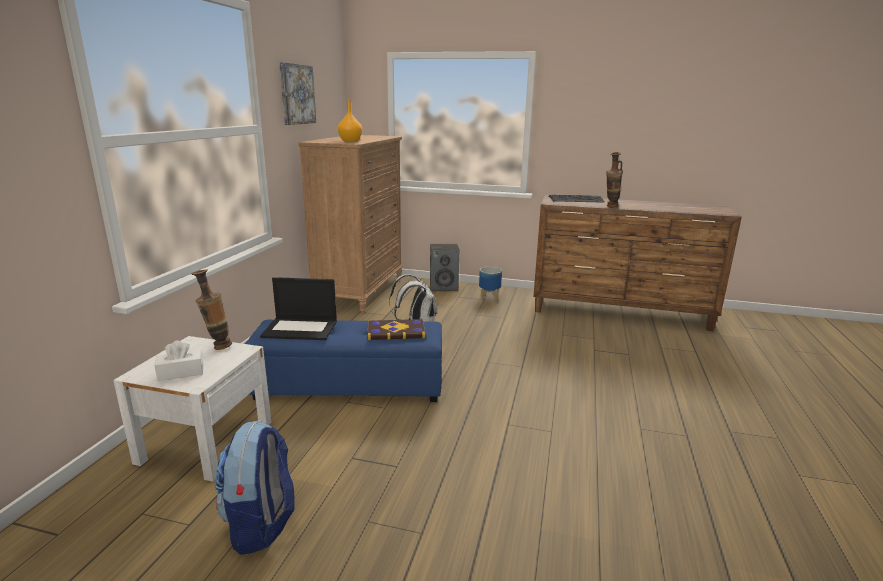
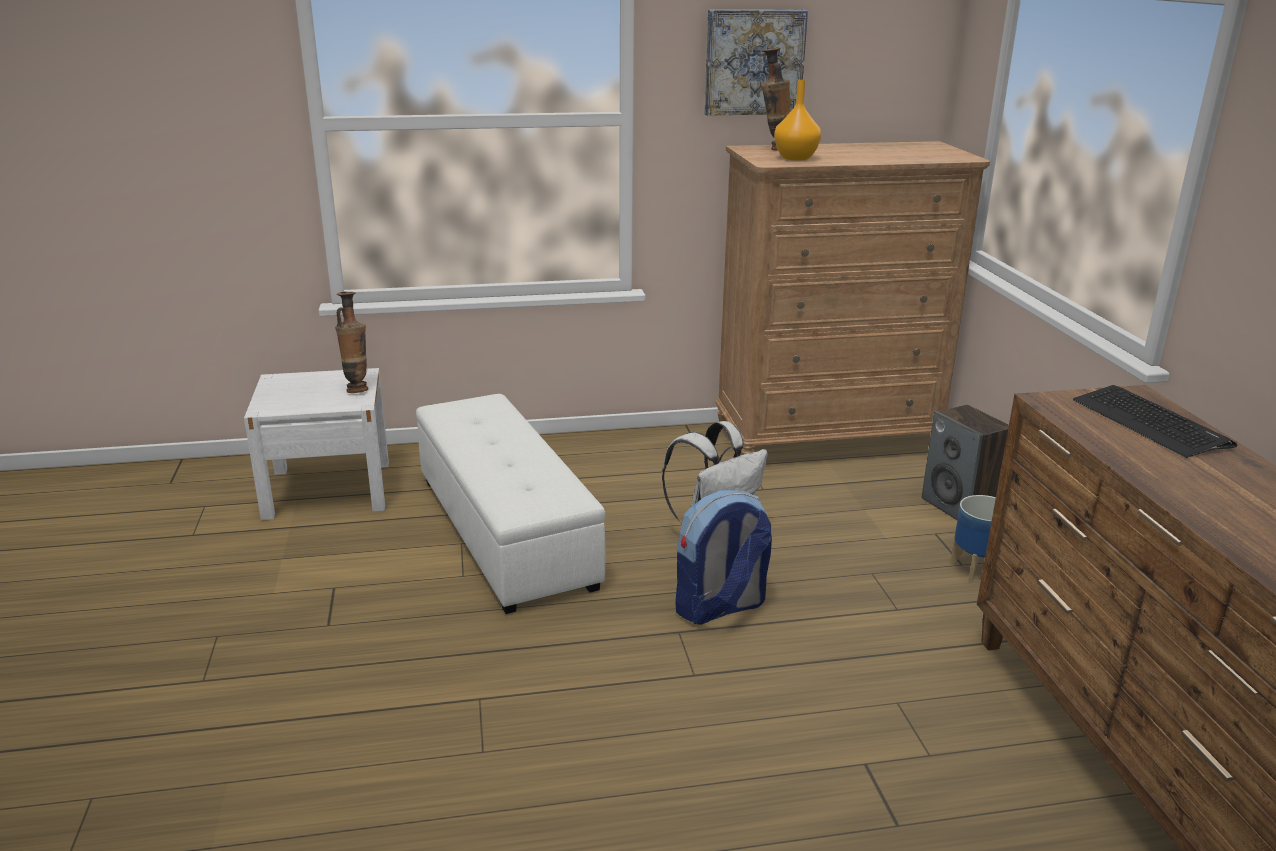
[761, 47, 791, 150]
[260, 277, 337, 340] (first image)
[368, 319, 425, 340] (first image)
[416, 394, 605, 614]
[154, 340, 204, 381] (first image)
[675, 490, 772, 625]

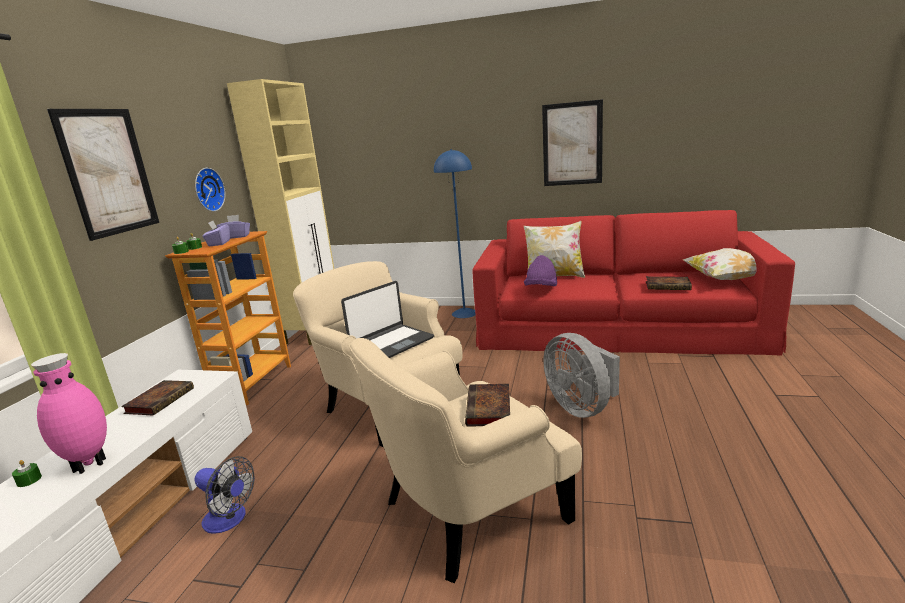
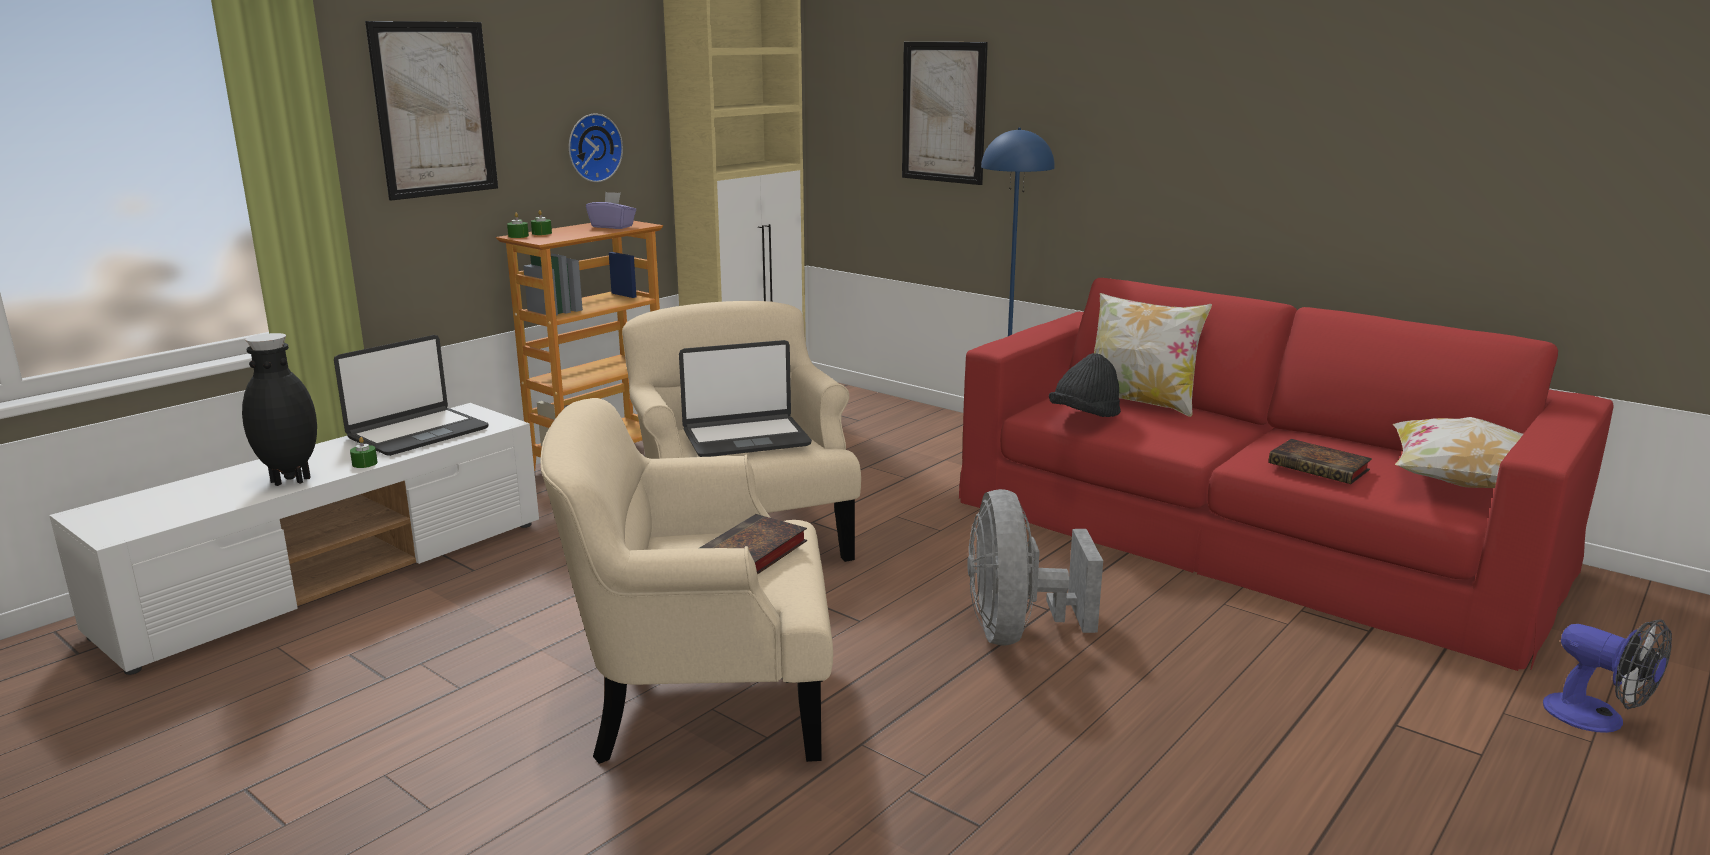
[902, 42, 988, 185]
[203, 221, 230, 246] (first image)
[1049, 353, 1121, 417]
[242, 333, 317, 486]
[334, 335, 489, 456]
[1543, 619, 1672, 733]
[350, 437, 378, 468]

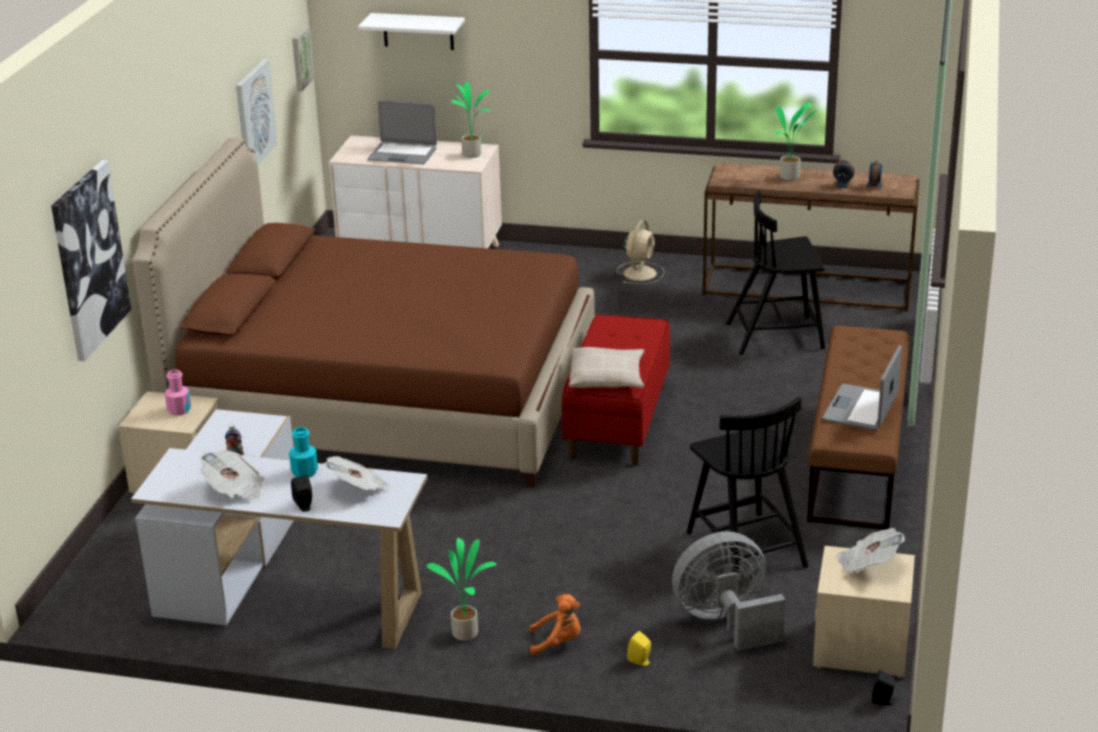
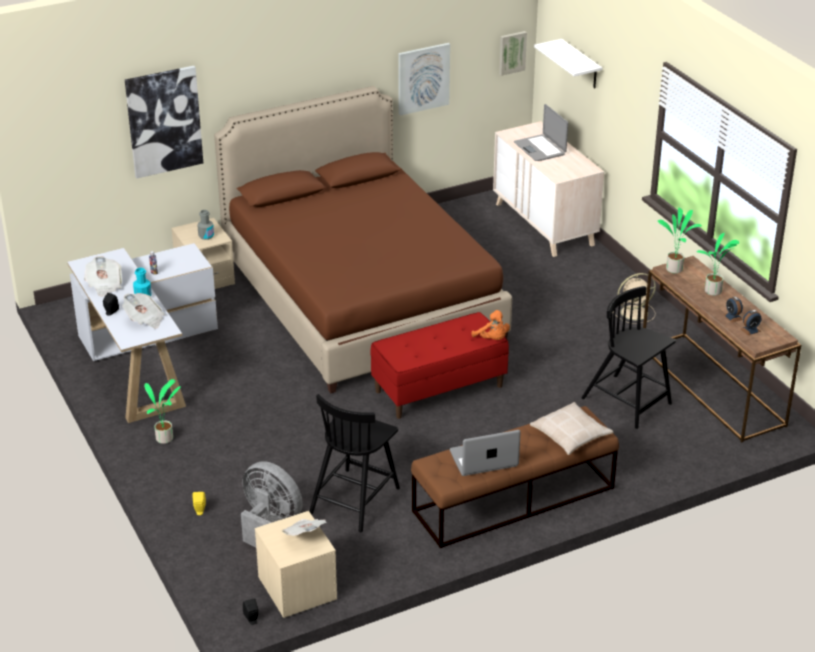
[658, 207, 702, 273]
[530, 402, 614, 455]
[197, 210, 214, 240]
[471, 310, 510, 340]

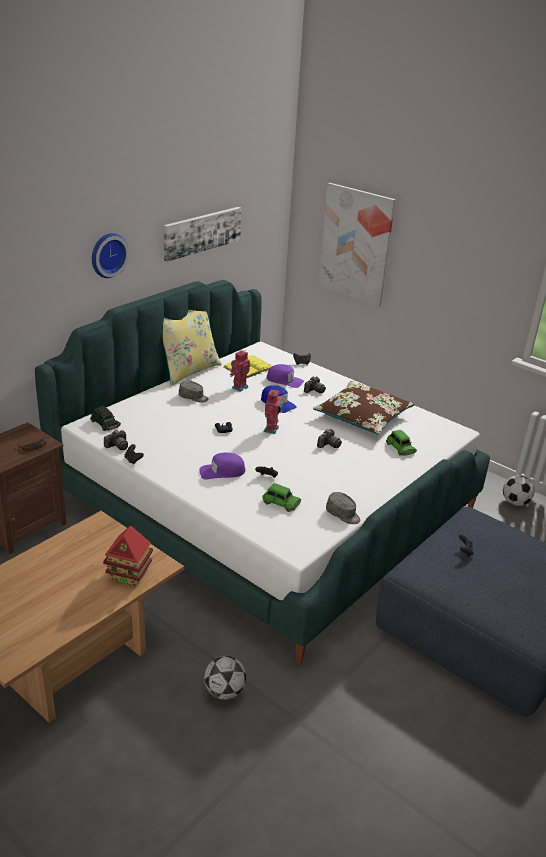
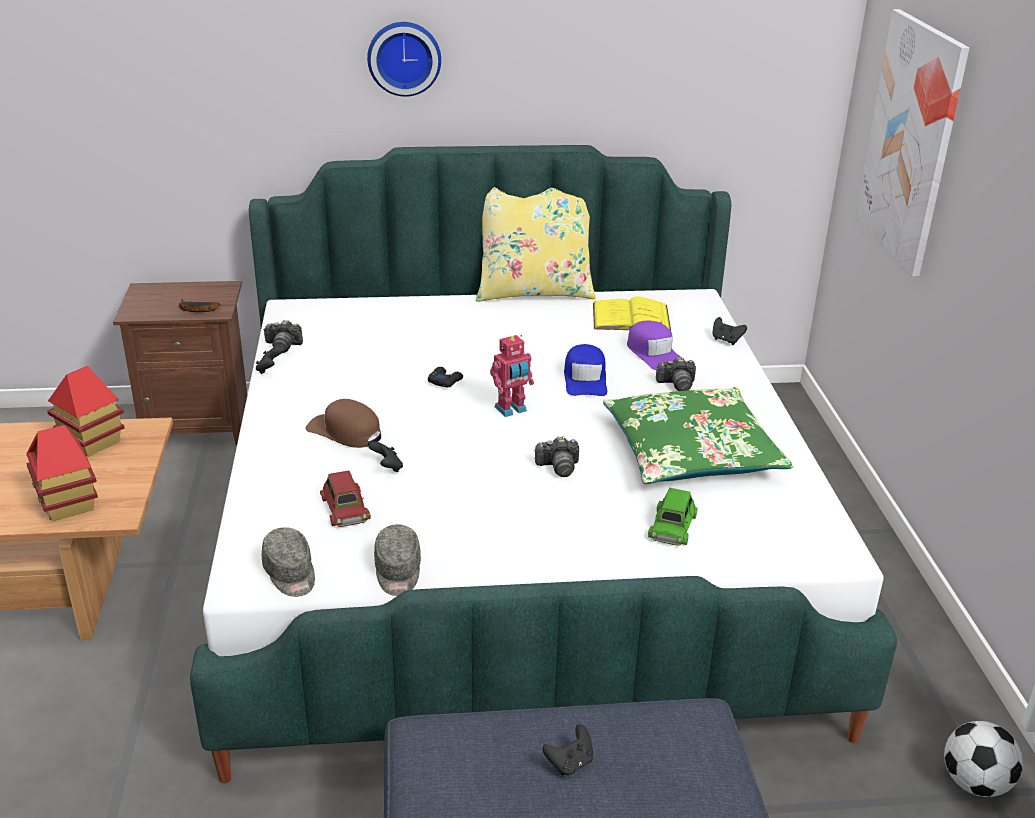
[163, 207, 241, 262] (first image)
[230, 350, 250, 392] (first image)
[262, 527, 315, 597]
[603, 387, 793, 484]
[90, 406, 121, 431] (first image)
[305, 399, 381, 448]
[320, 470, 371, 527]
[204, 656, 246, 700] (first image)
[47, 366, 125, 457]

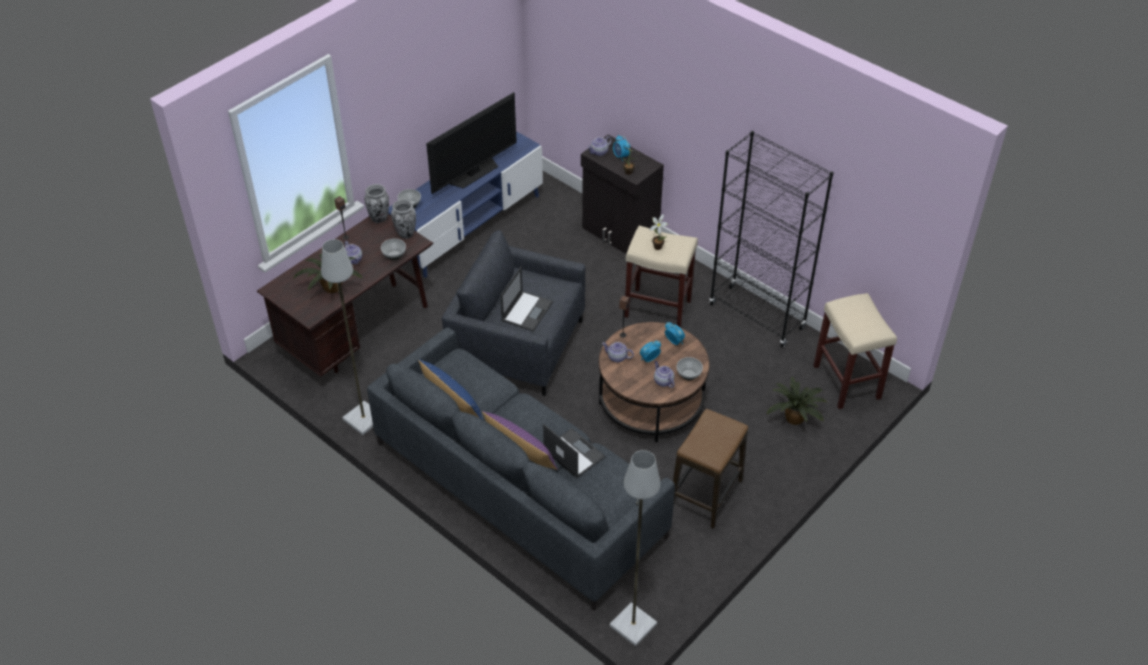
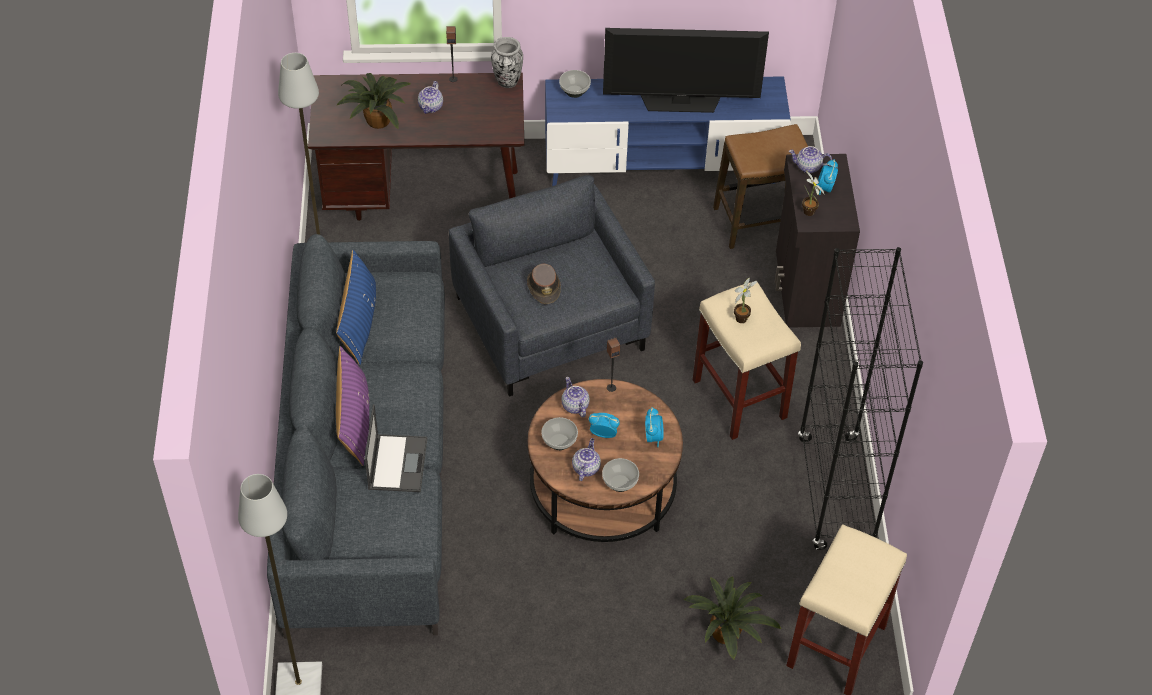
[391, 199, 416, 239] (first image)
[541, 417, 578, 450]
[527, 264, 561, 304]
[713, 124, 808, 249]

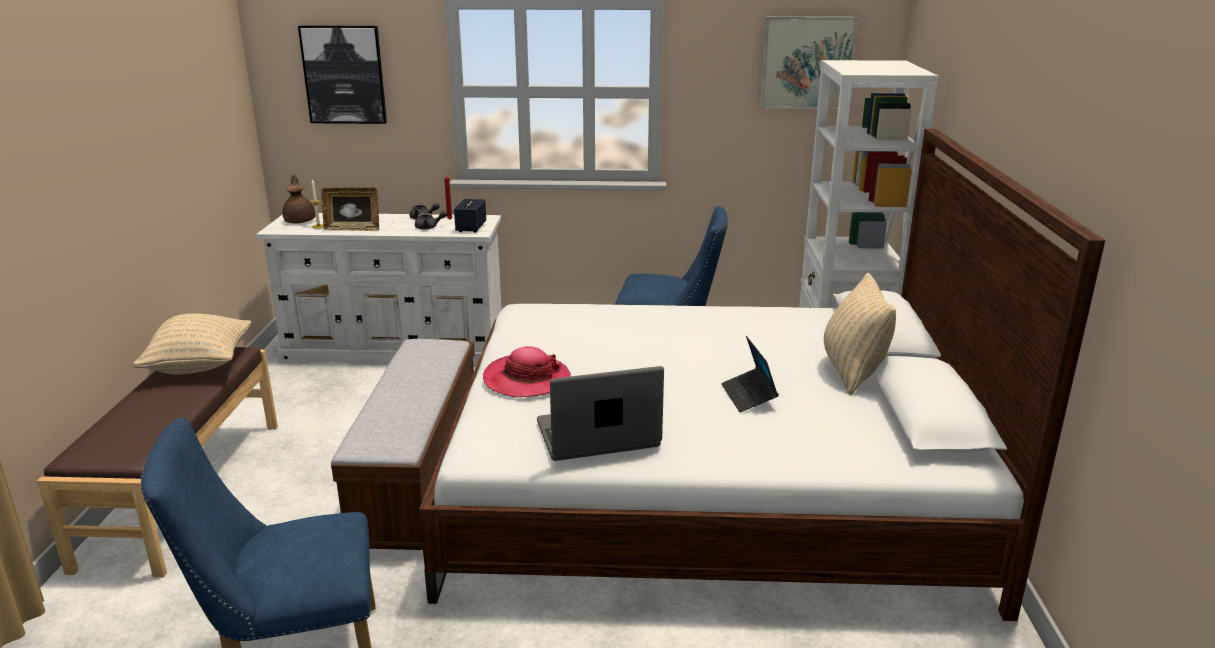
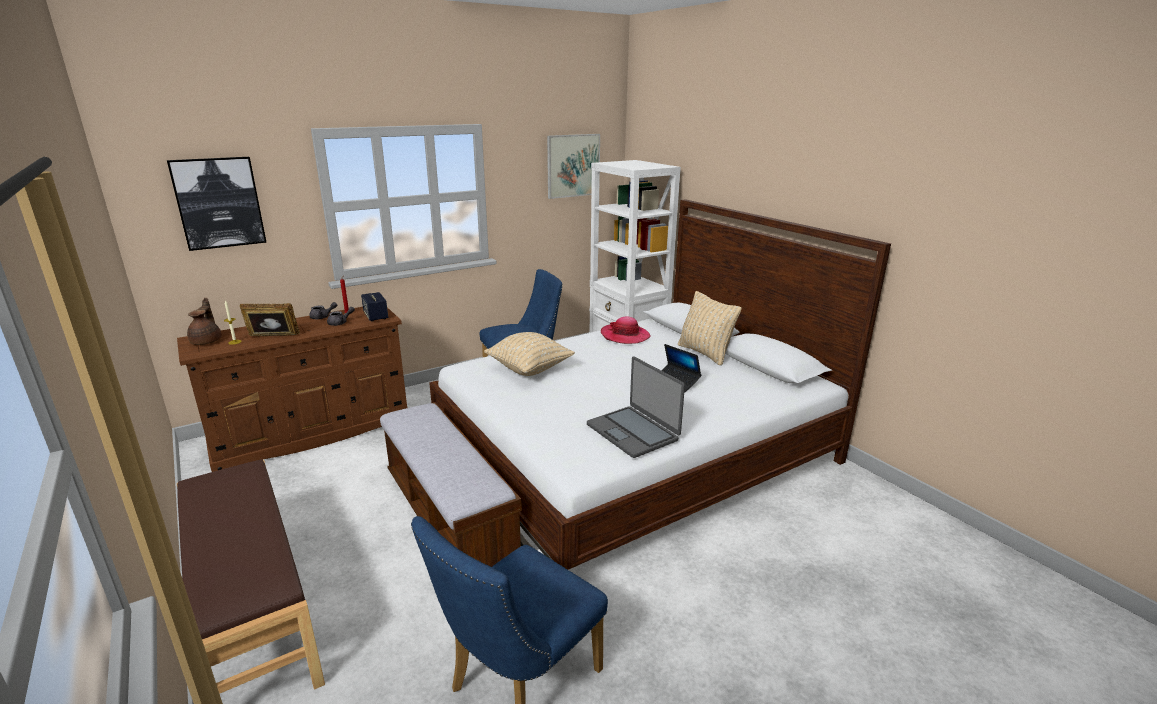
[187, 298, 222, 345]
[240, 303, 300, 336]
[177, 307, 407, 472]
[484, 332, 575, 376]
[601, 316, 651, 344]
[587, 356, 685, 458]

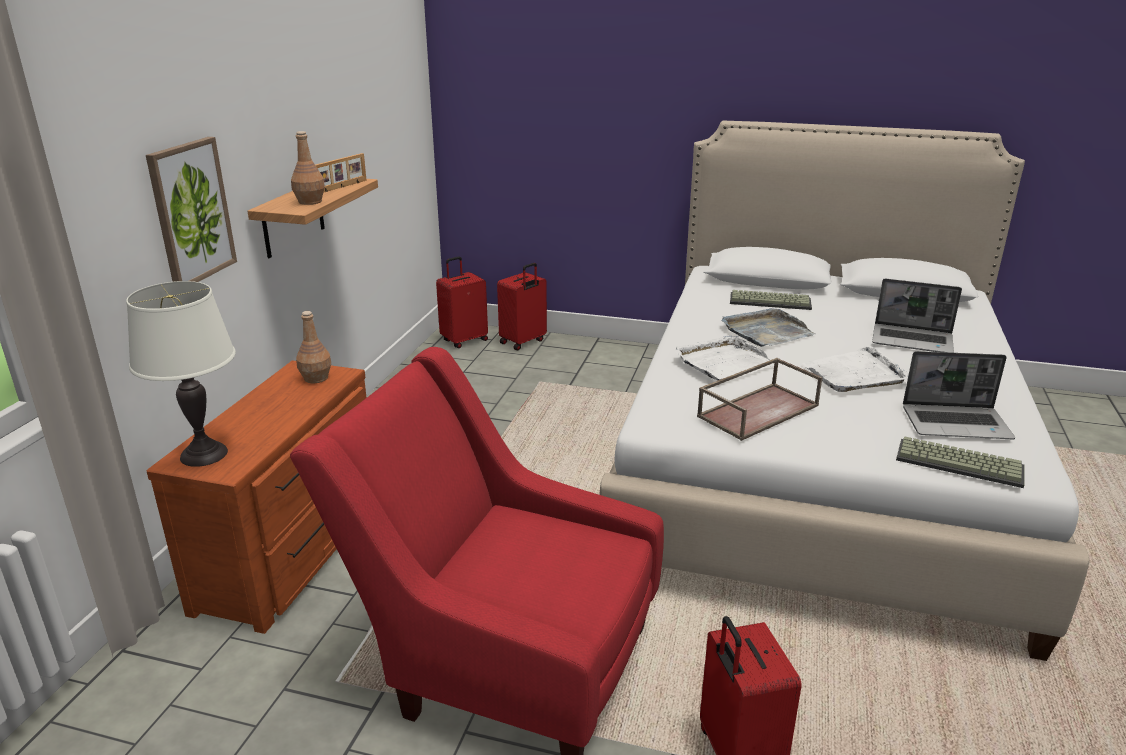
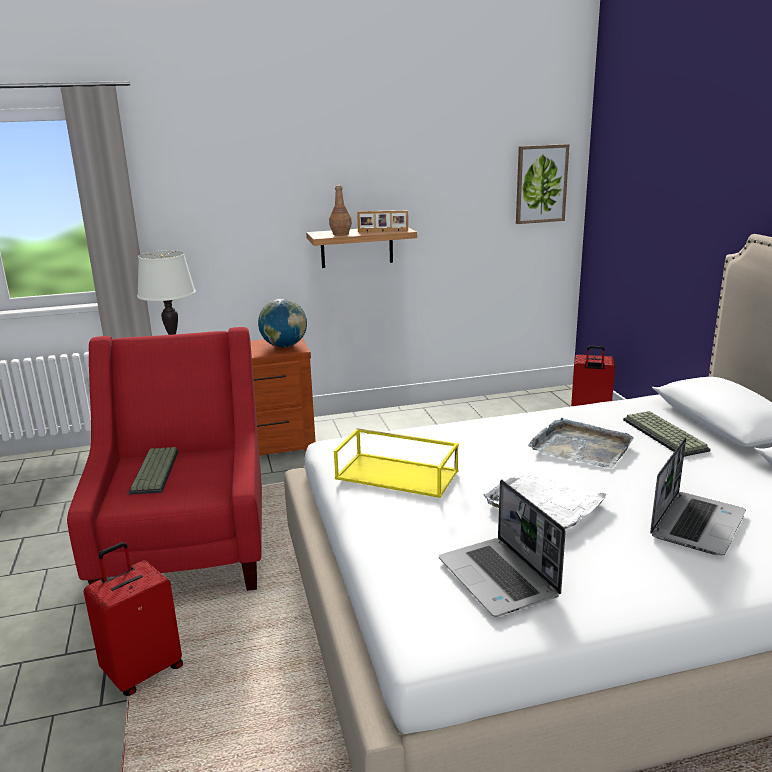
[516, 144, 569, 224]
[436, 256, 488, 348] (first image)
[650, 438, 746, 556]
[258, 299, 307, 347]
[675, 335, 774, 381] (first image)
[334, 428, 459, 498]
[128, 447, 179, 495]

